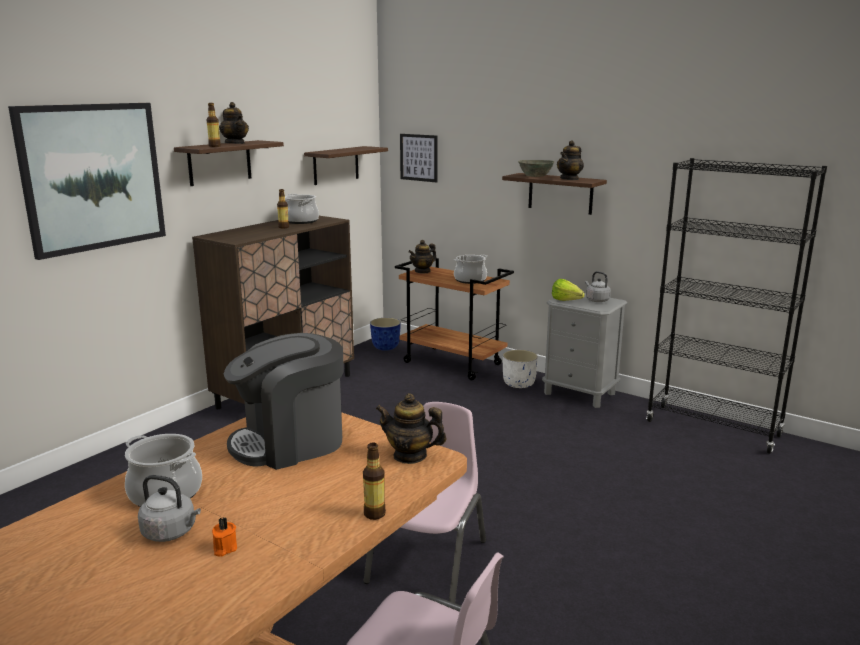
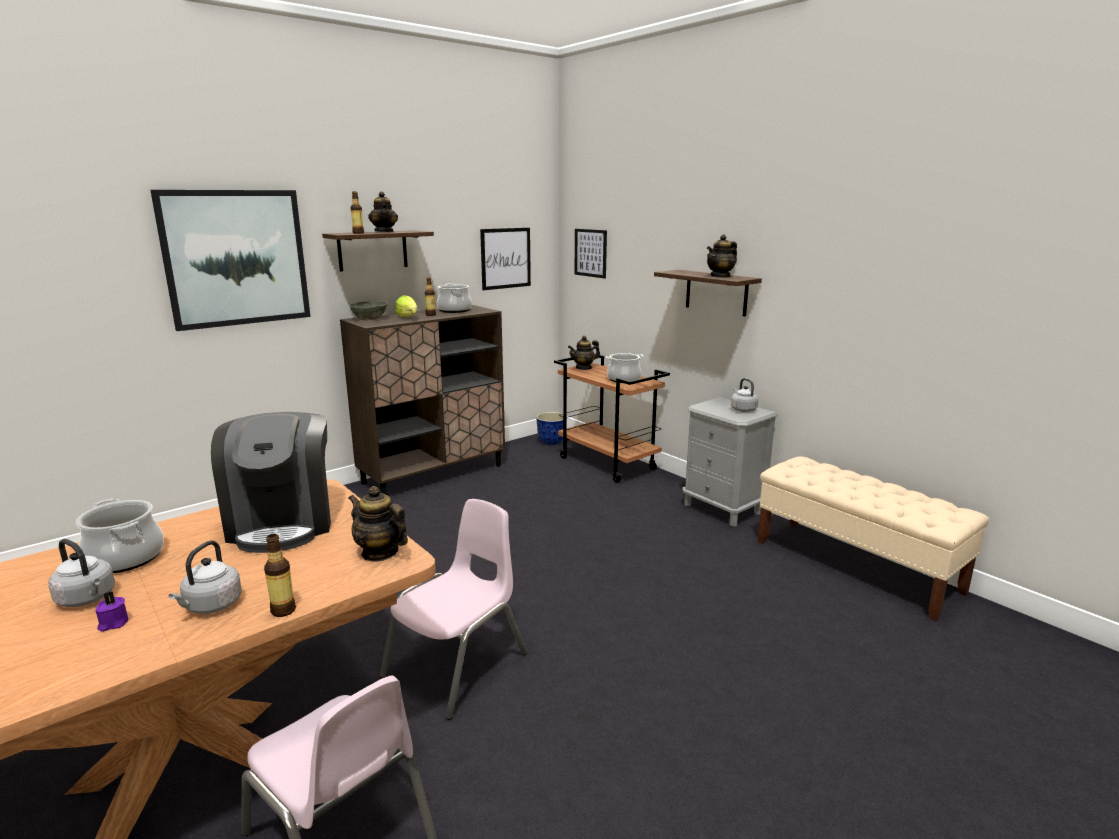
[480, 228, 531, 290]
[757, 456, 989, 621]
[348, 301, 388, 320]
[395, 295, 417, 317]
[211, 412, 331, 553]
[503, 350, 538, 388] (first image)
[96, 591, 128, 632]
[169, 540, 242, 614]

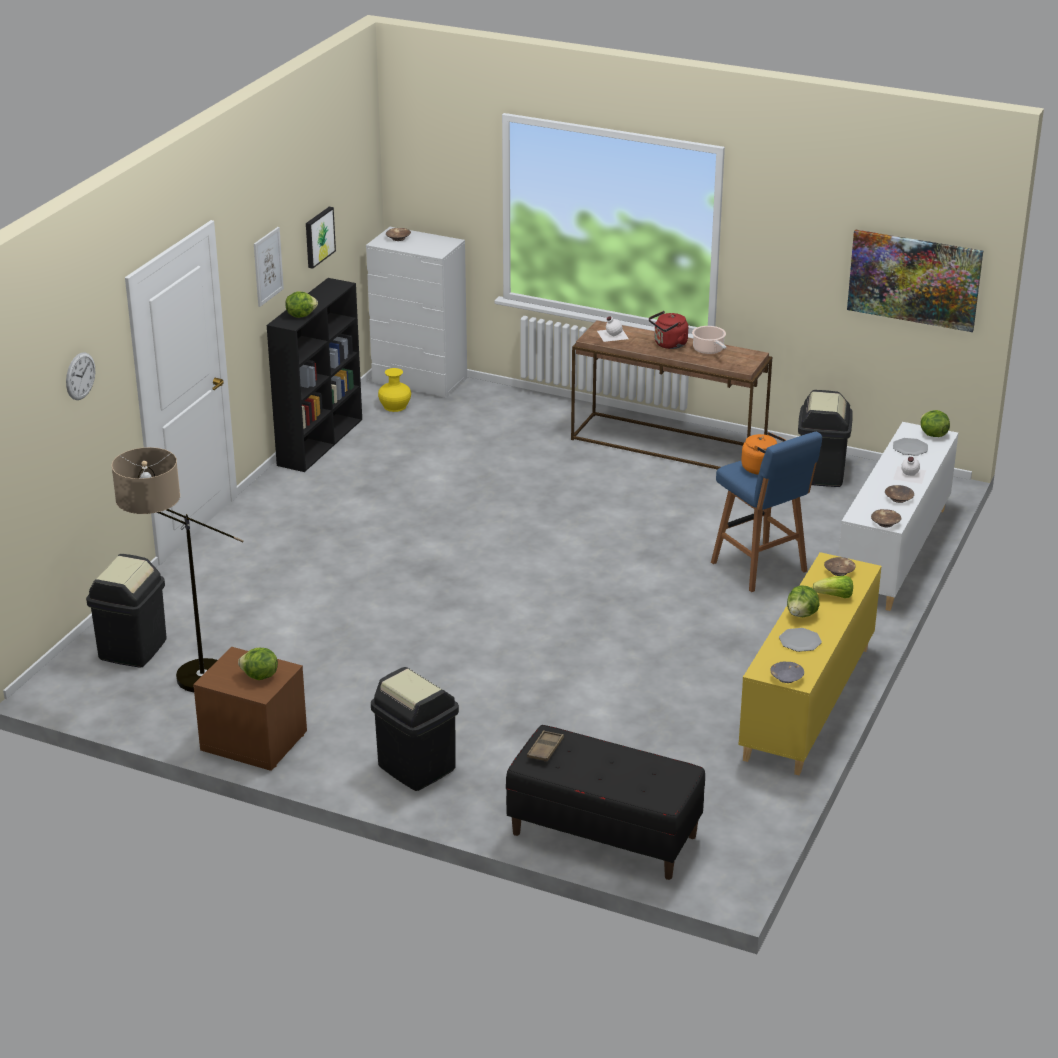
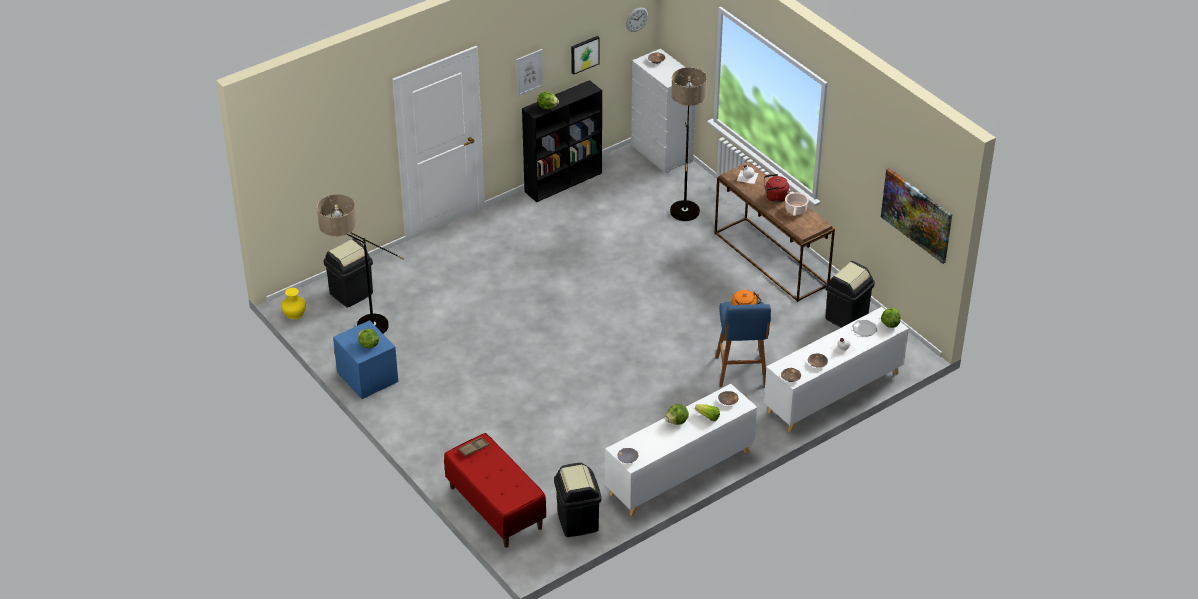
[626, 7, 648, 32]
[281, 288, 306, 319]
[605, 384, 757, 517]
[779, 628, 822, 652] (first image)
[333, 320, 398, 399]
[554, 463, 601, 537]
[444, 433, 546, 548]
[670, 67, 707, 221]

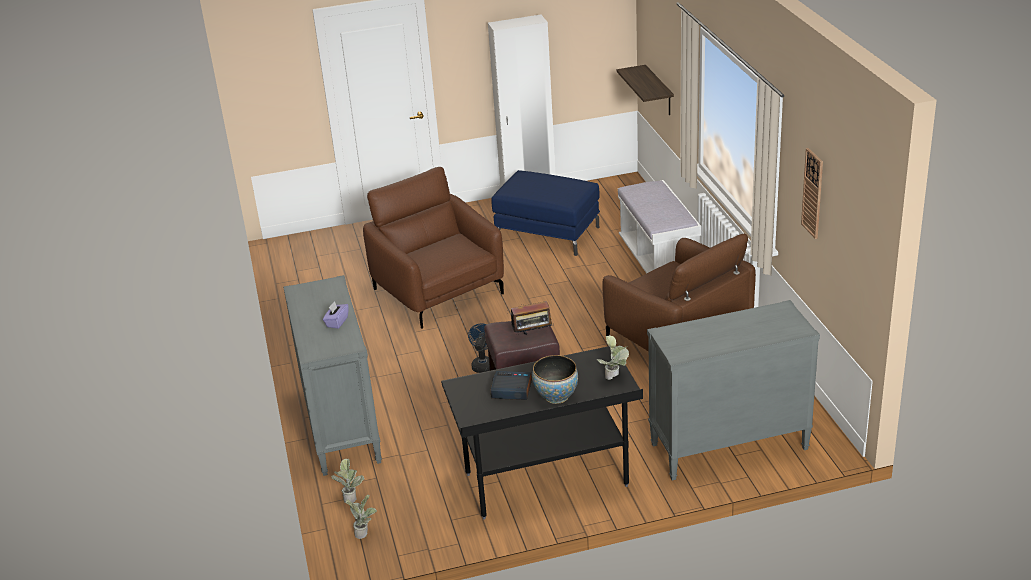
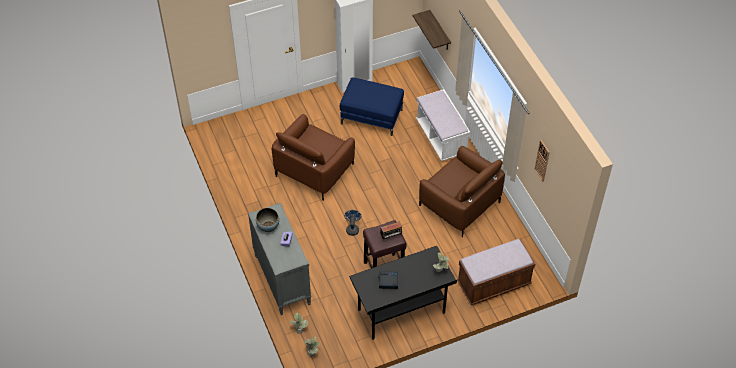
[272, 114, 355, 201]
[457, 239, 535, 305]
[256, 208, 279, 232]

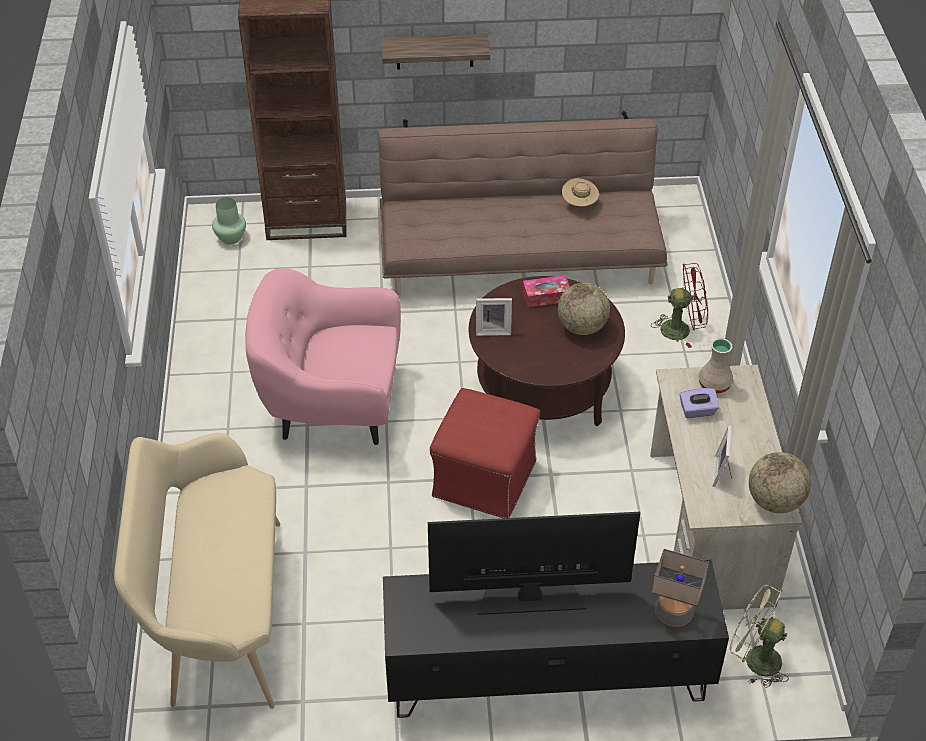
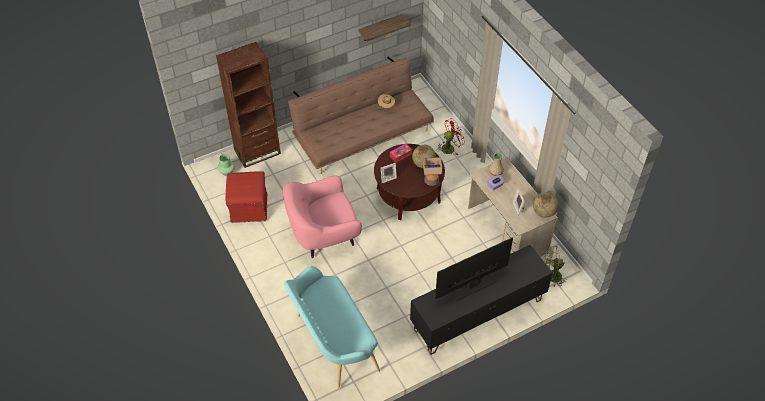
[358, 14, 410, 41]
[226, 171, 267, 223]
[284, 266, 380, 388]
[423, 157, 442, 186]

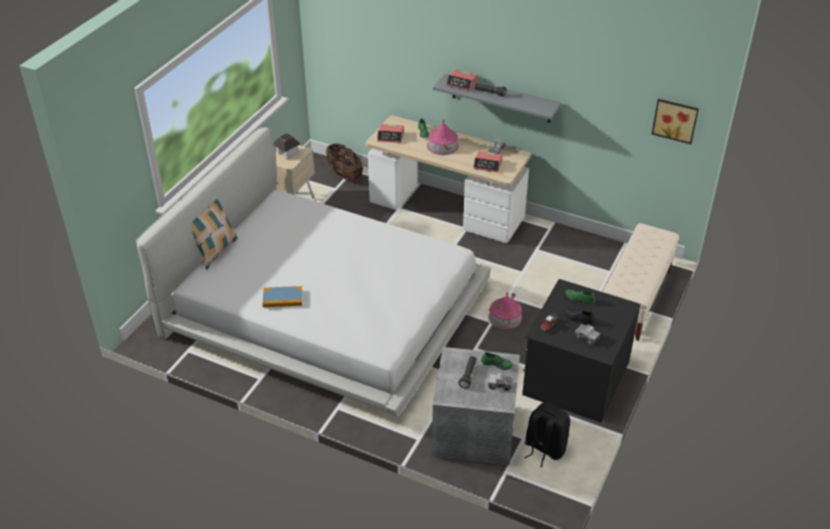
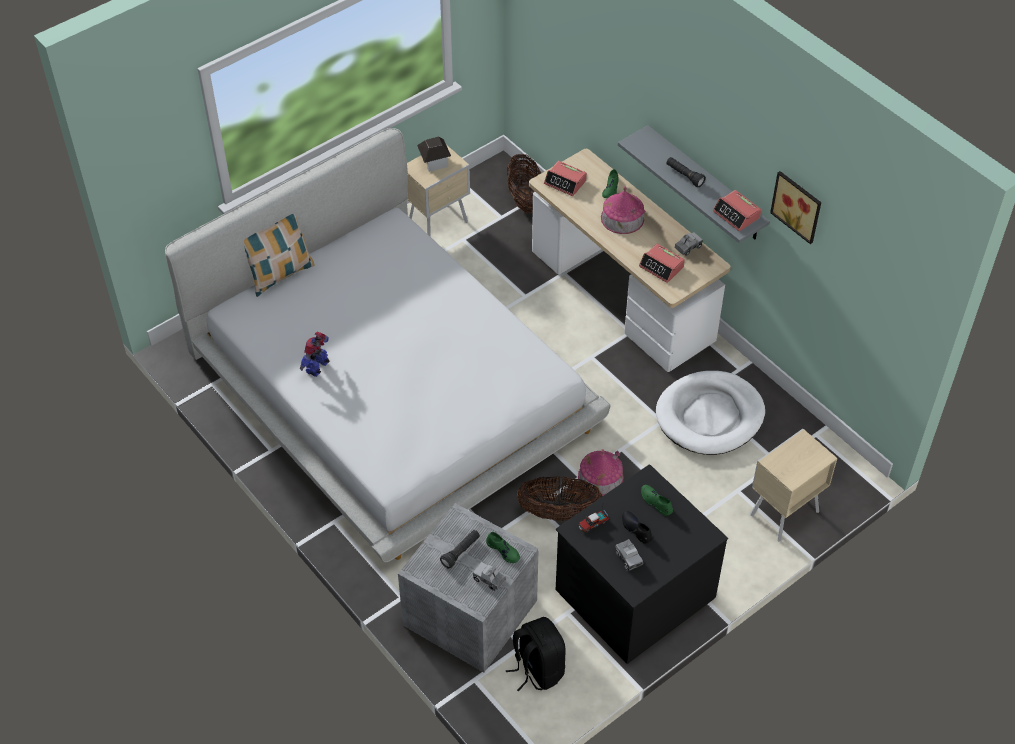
[713, 190, 761, 231]
[770, 171, 821, 244]
[750, 429, 838, 541]
[300, 332, 330, 377]
[656, 371, 765, 455]
[517, 476, 602, 521]

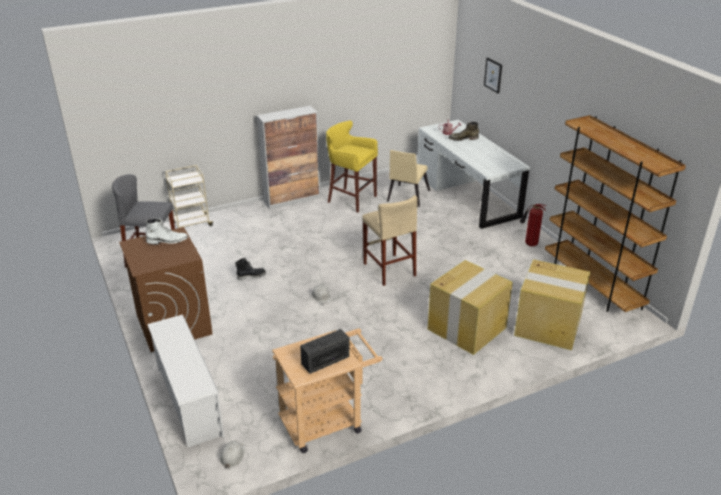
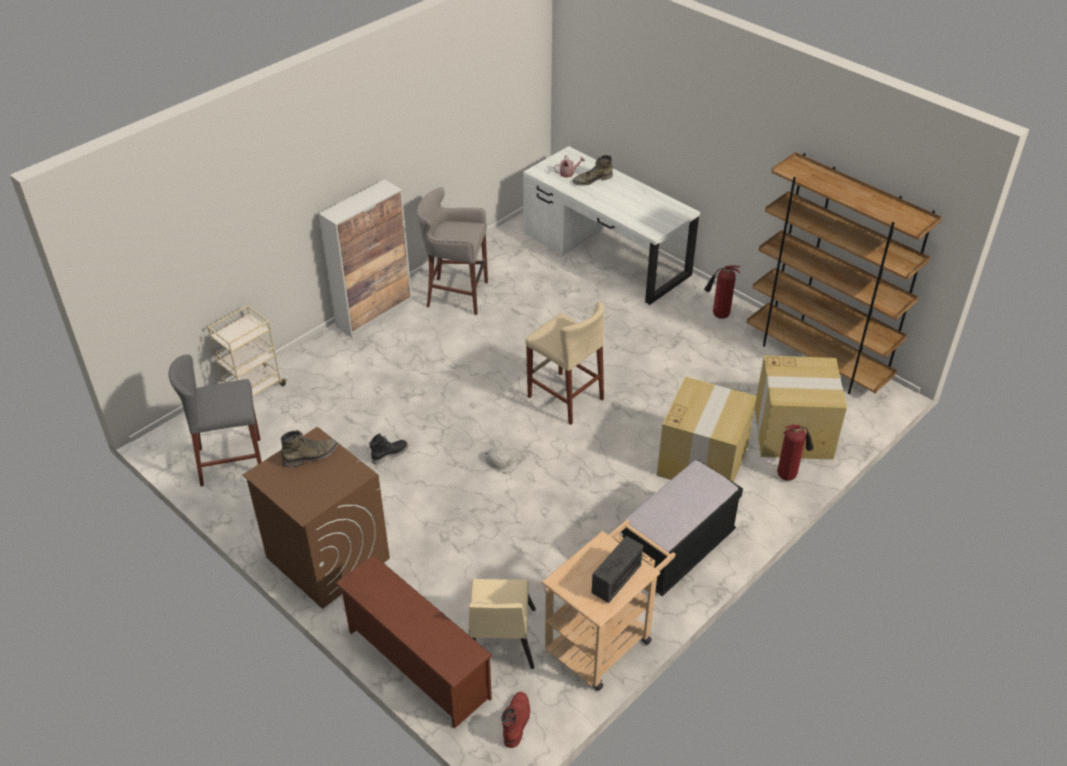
[484, 58, 502, 93] (first image)
[417, 187, 488, 315]
[468, 579, 535, 669]
[281, 430, 338, 468]
[335, 555, 493, 729]
[501, 692, 530, 748]
[777, 424, 813, 481]
[621, 460, 743, 596]

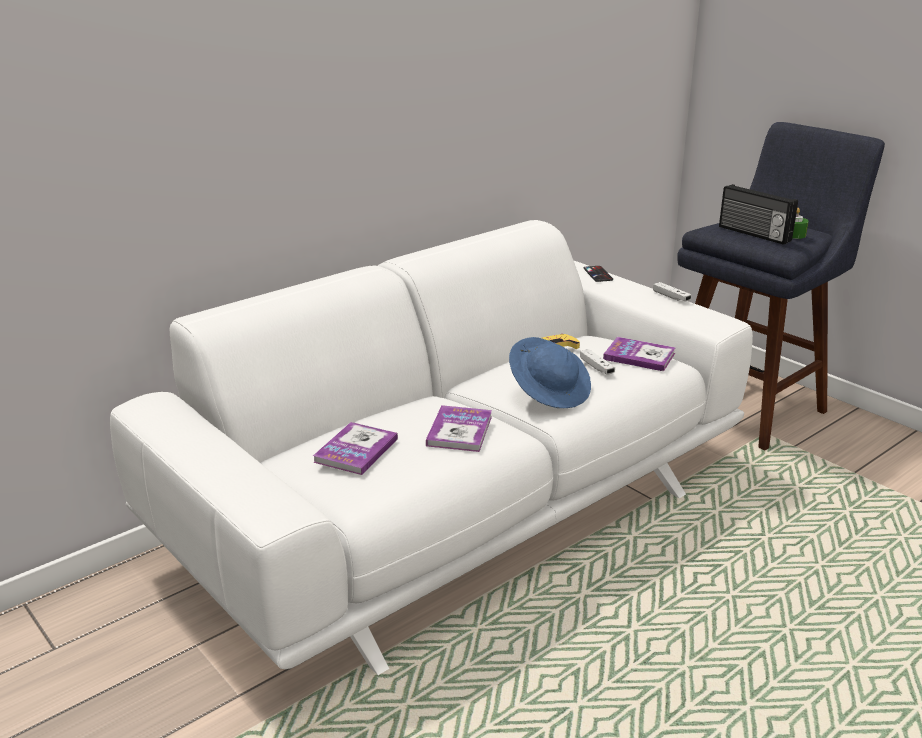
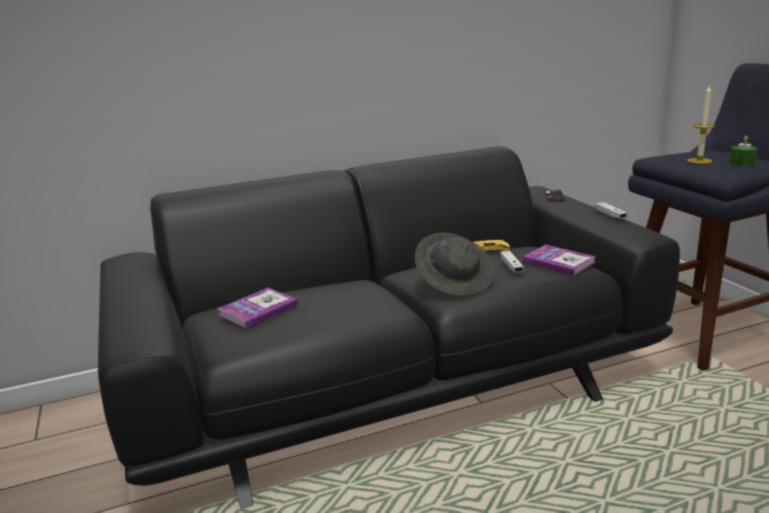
[687, 84, 715, 164]
[98, 146, 680, 510]
[415, 233, 494, 296]
[426, 405, 492, 452] (first image)

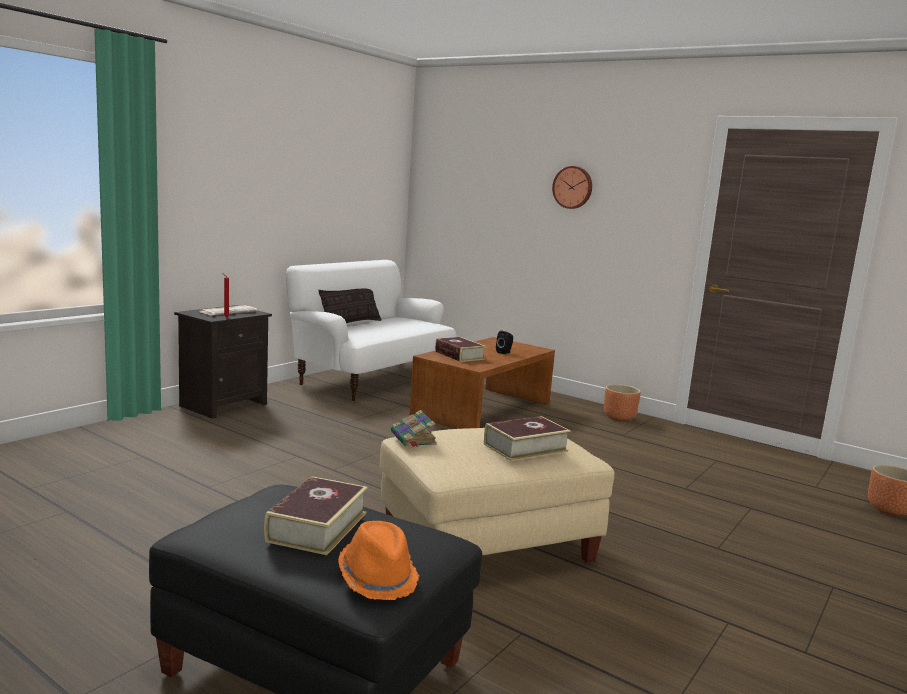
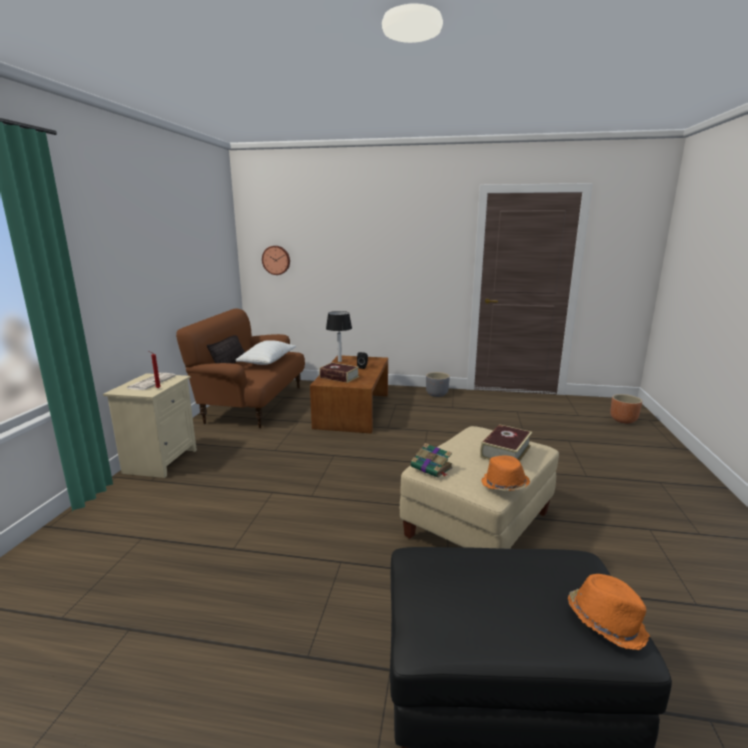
[262, 246, 290, 275]
[176, 309, 305, 428]
[103, 373, 197, 478]
[426, 372, 450, 397]
[264, 476, 368, 555] (first image)
[326, 311, 352, 362]
[236, 340, 296, 365]
[481, 455, 530, 491]

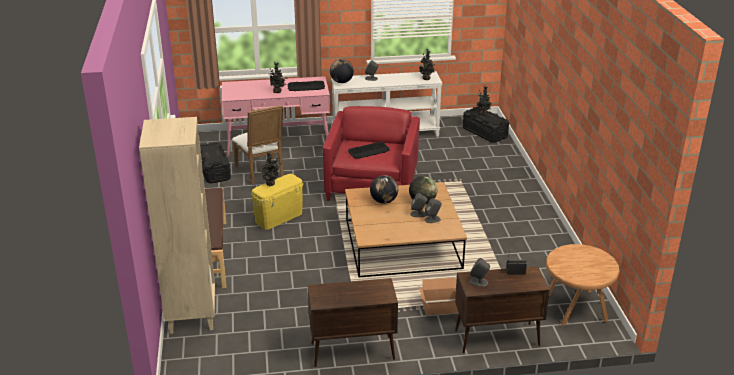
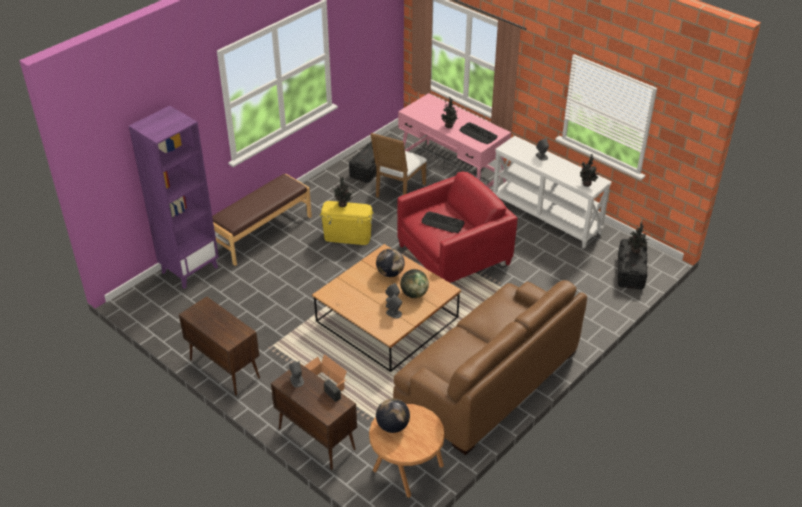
[376, 398, 410, 433]
[129, 105, 219, 289]
[393, 280, 587, 455]

